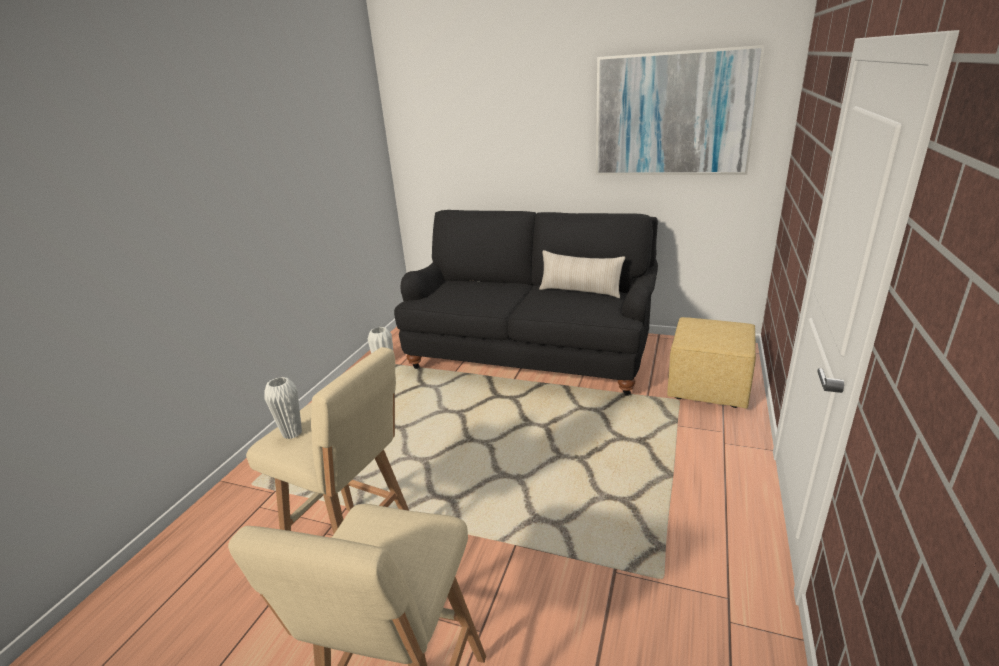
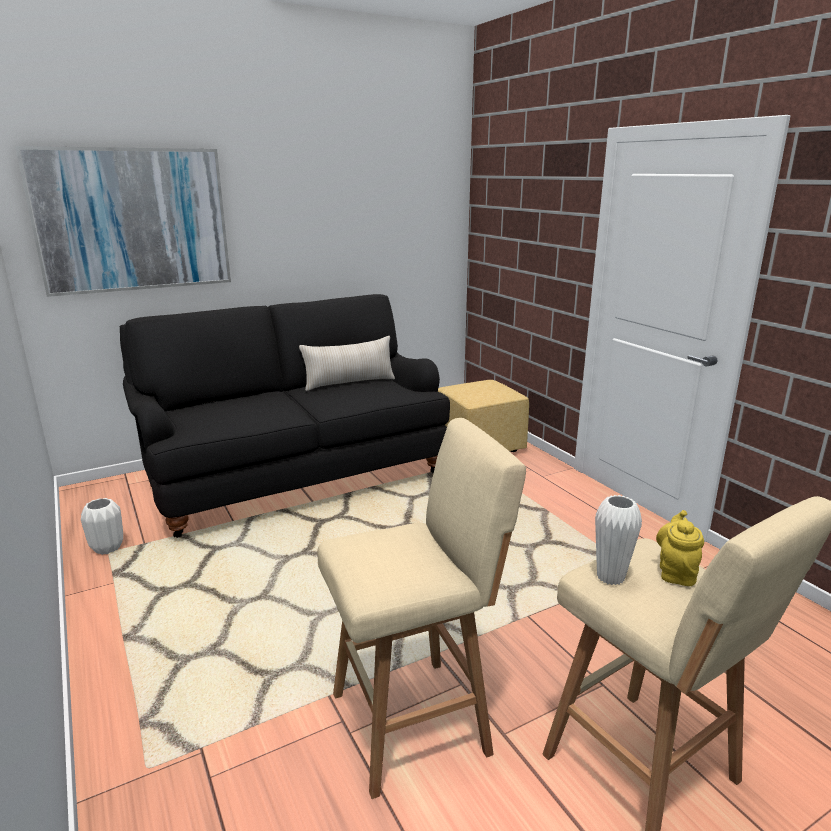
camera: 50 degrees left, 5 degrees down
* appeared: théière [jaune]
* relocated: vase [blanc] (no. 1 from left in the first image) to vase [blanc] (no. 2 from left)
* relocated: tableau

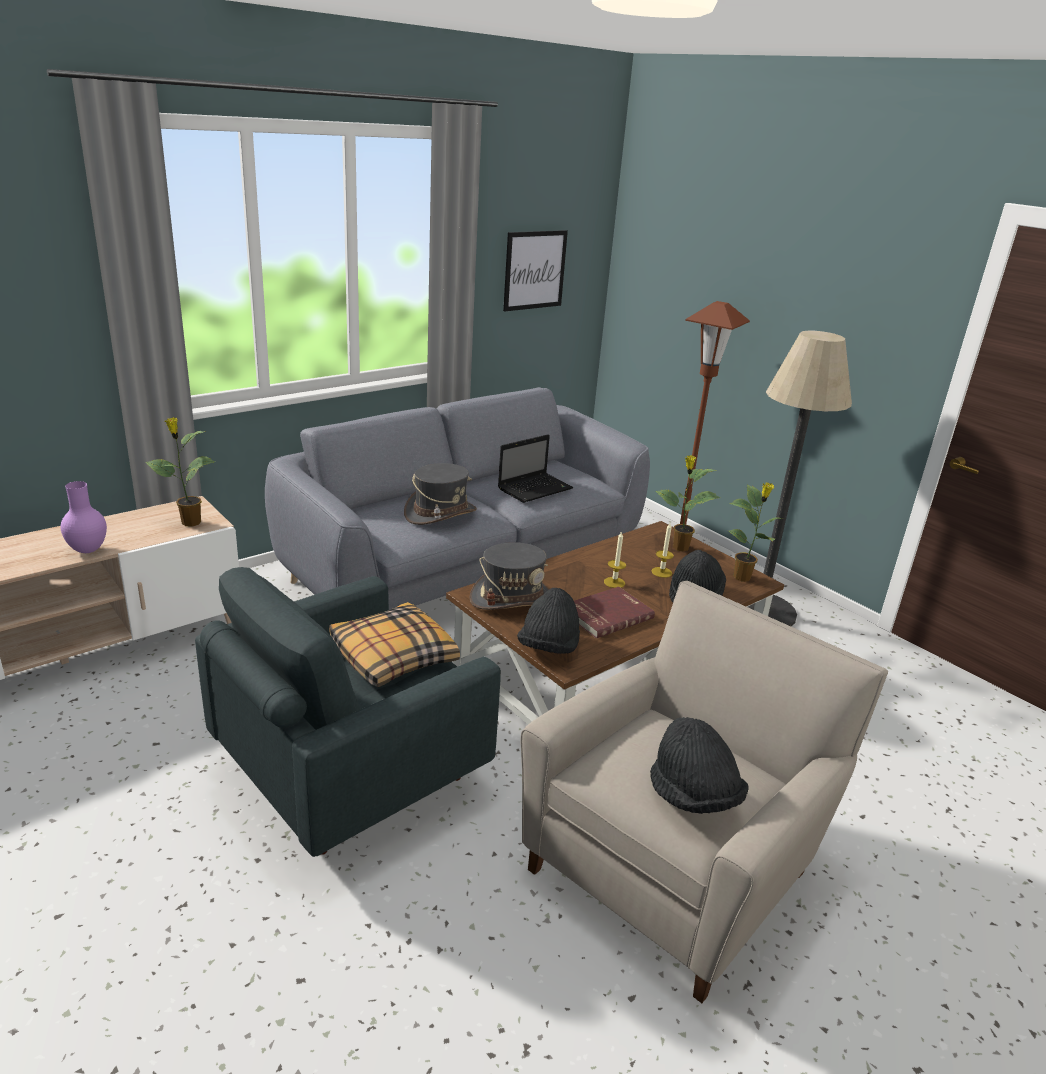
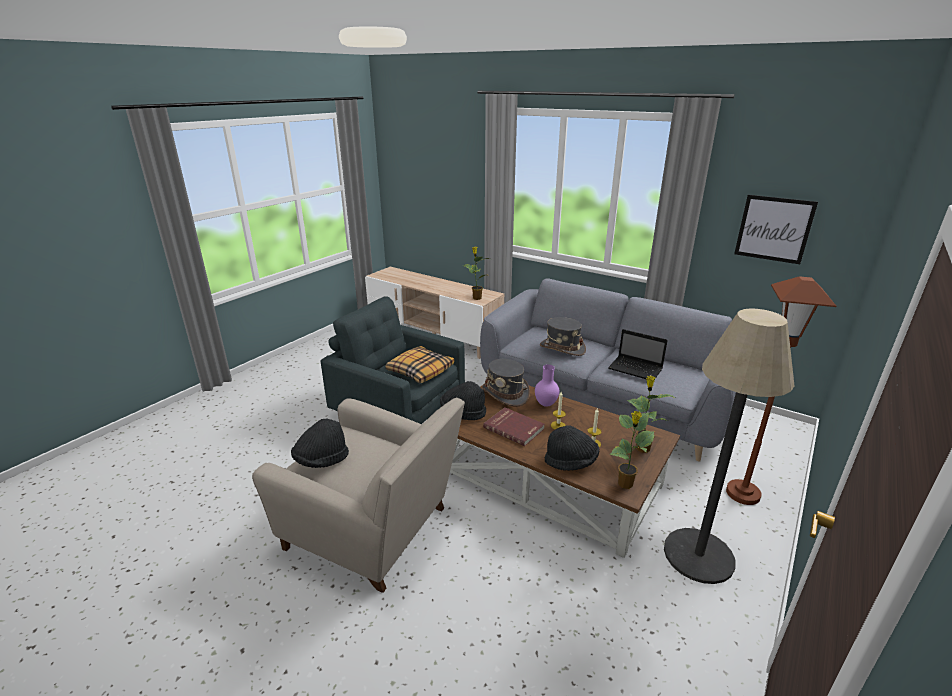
camera: 75 degrees right, 0 degrees up
* relocated: vase [violet]

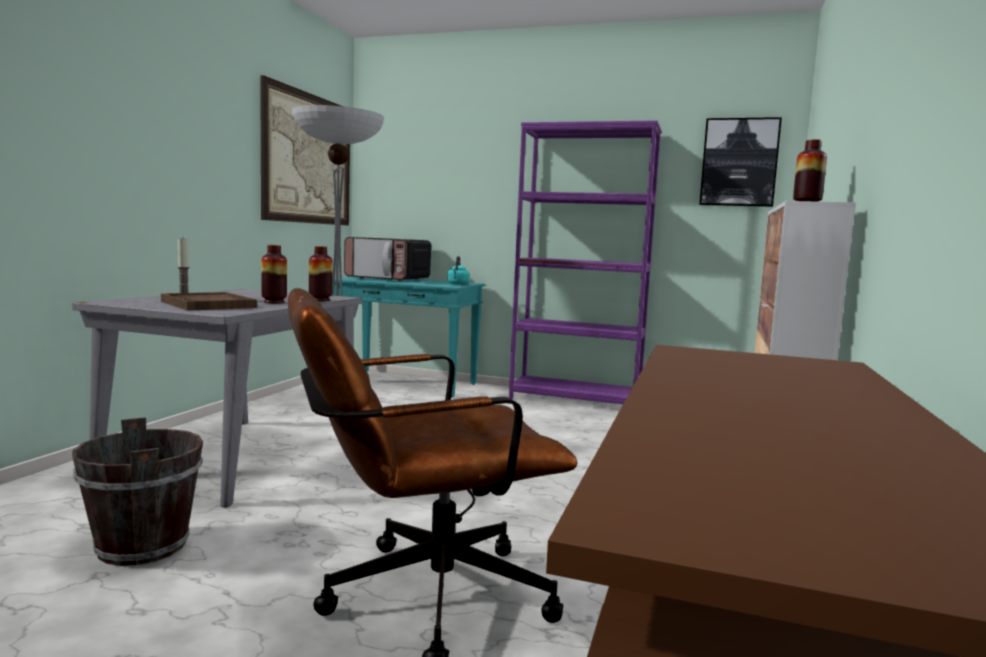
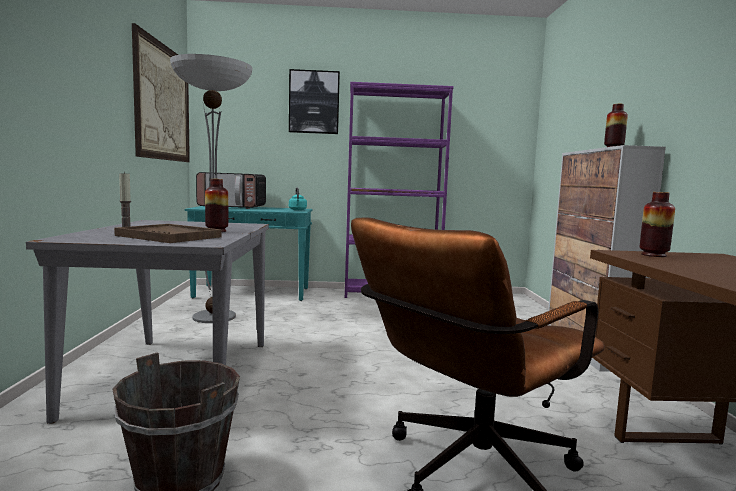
camera: 20 degrees left, 0 degrees up
* relocated: vase (no. 2 from left in the first image) to vase (no. 3 from left)
* relocated: tableau (no. 2 from left)

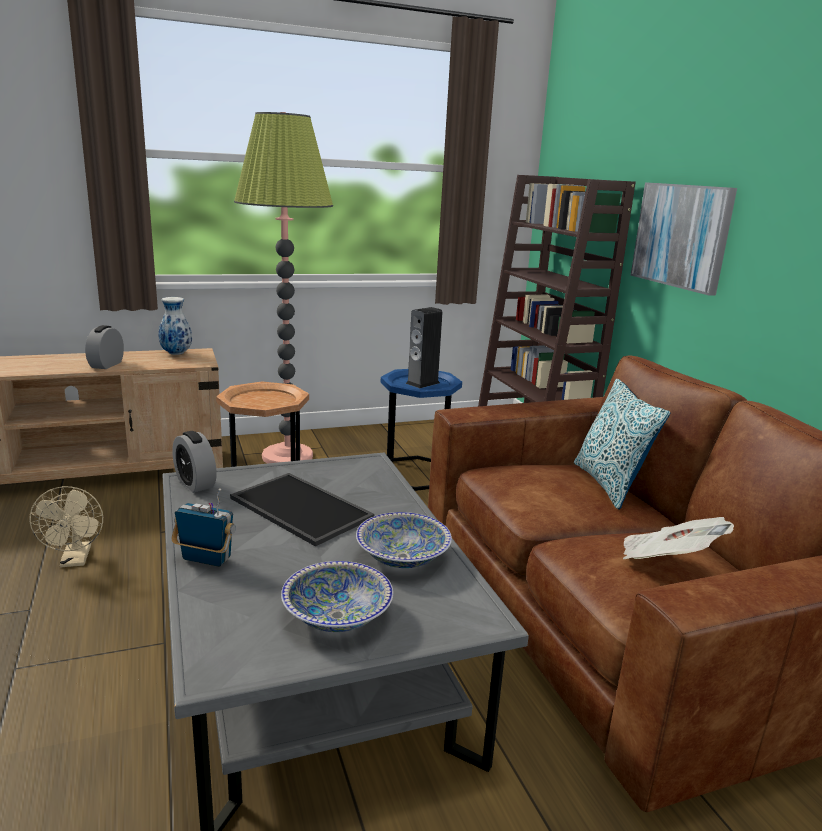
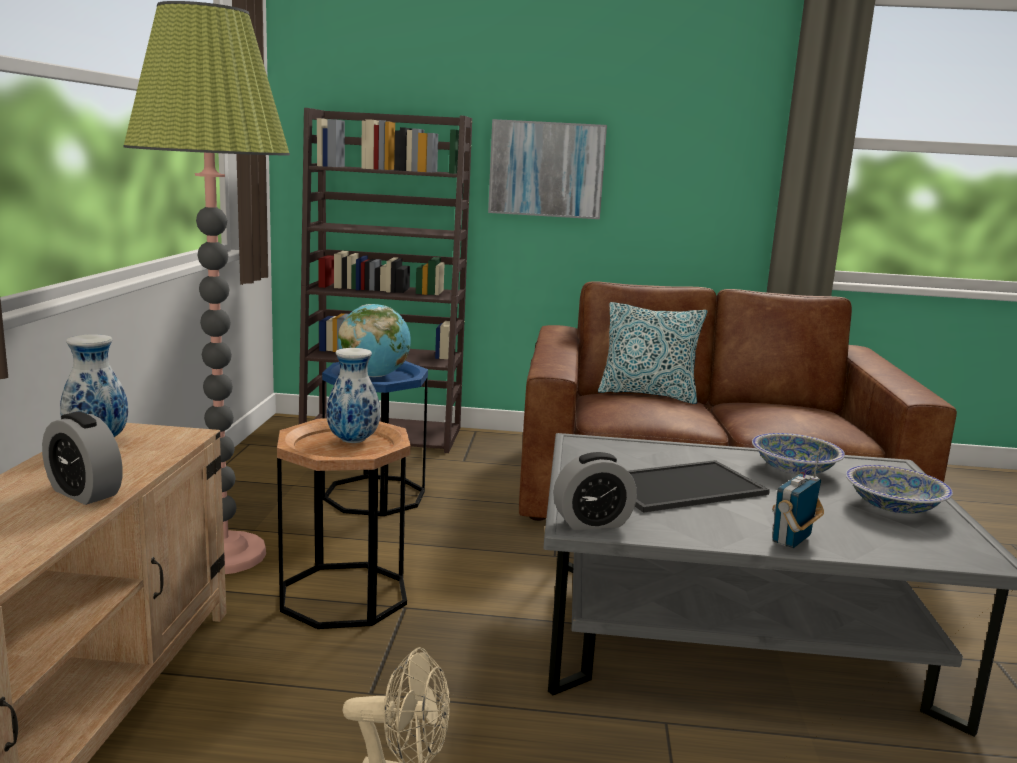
camera: 65 degrees left, 5 degrees down
* missing: journal
* appeared: vase (no. 2 from left)
* exchanged: enceinte to globe

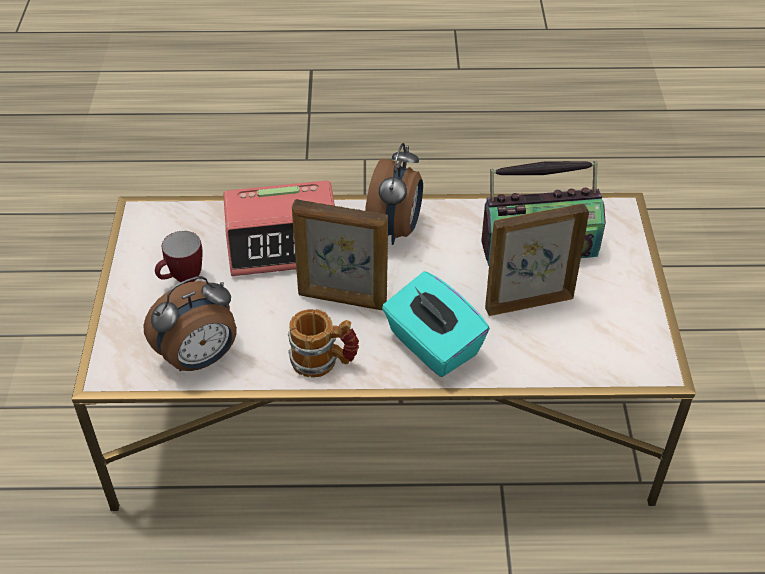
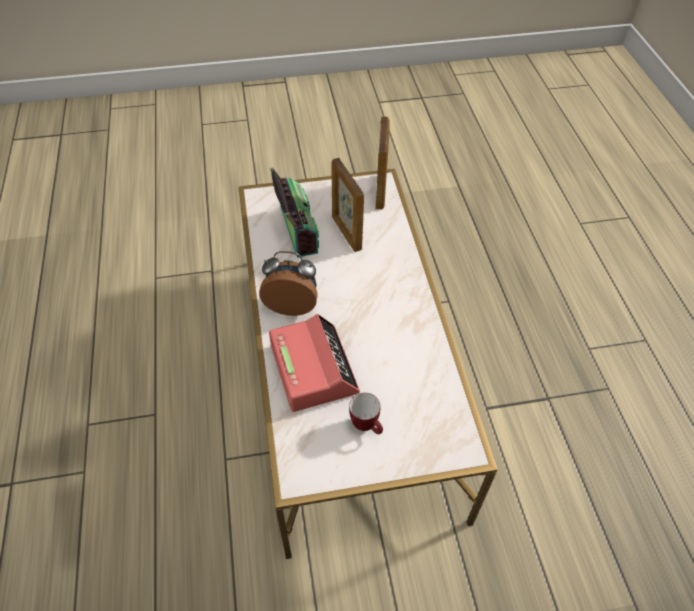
camera: 100 degrees left, 5 degrees up
* missing: réveil (no. 1 from left)
* missing: mug (no. 2 from left)
* missing: boîte à mouchoirs [turquoise]
* relocated: cadre photo (no. 1 from left in the first image) to cadre photo (no. 2 from left)

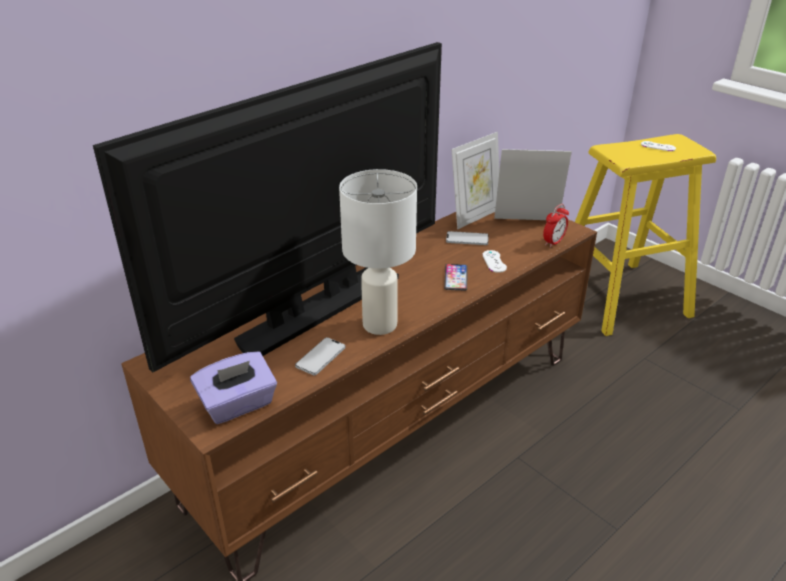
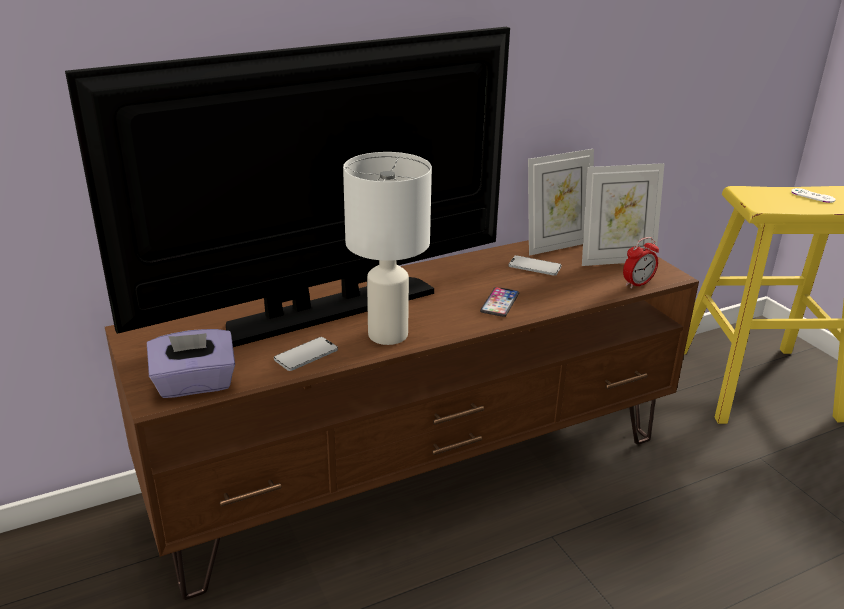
camera: 15 degrees right, 5 degrees down
* missing: manette [blanc] (no. 1 from left)
* spun: cadre photo (no. 2 from left) 150 degrees clockwise

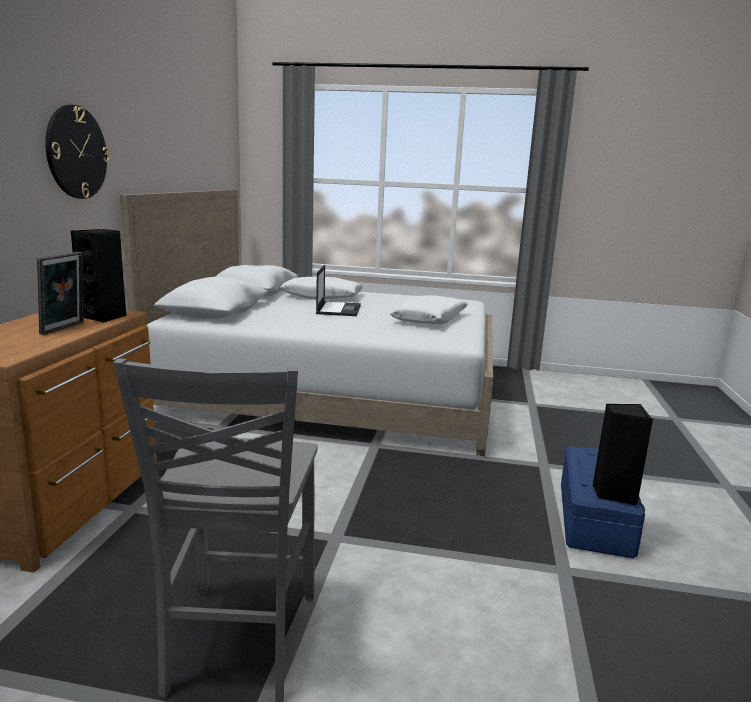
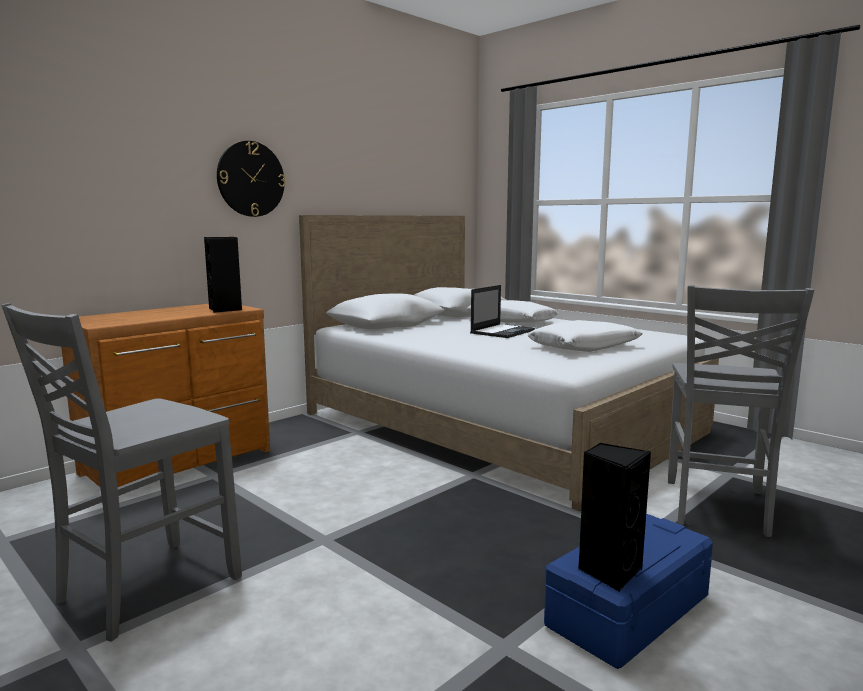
camera: 35 degrees right, 5 degrees down
* missing: cadre photo
* appeared: chaise [gris] (no. 2 from left)

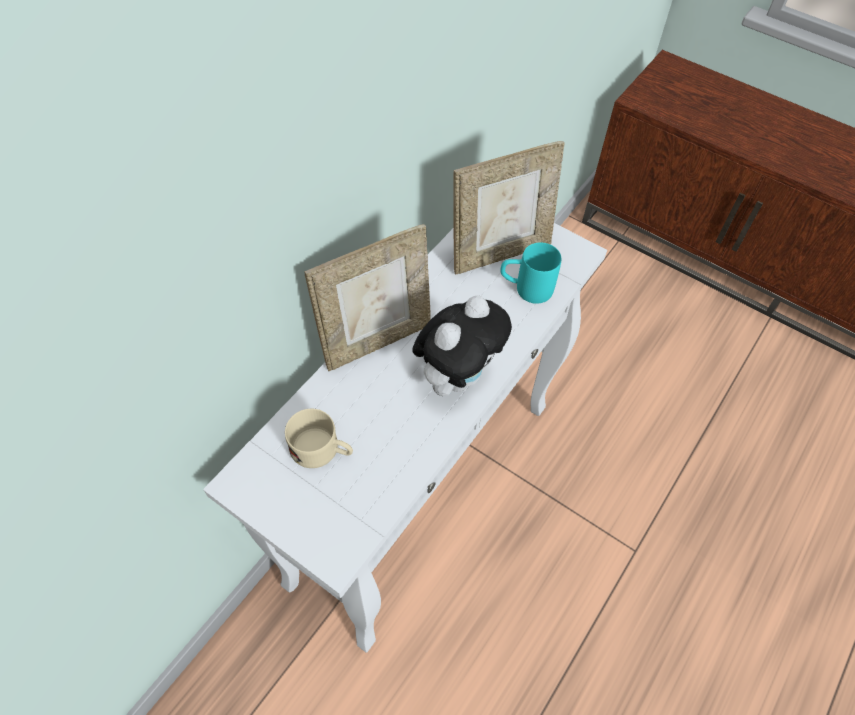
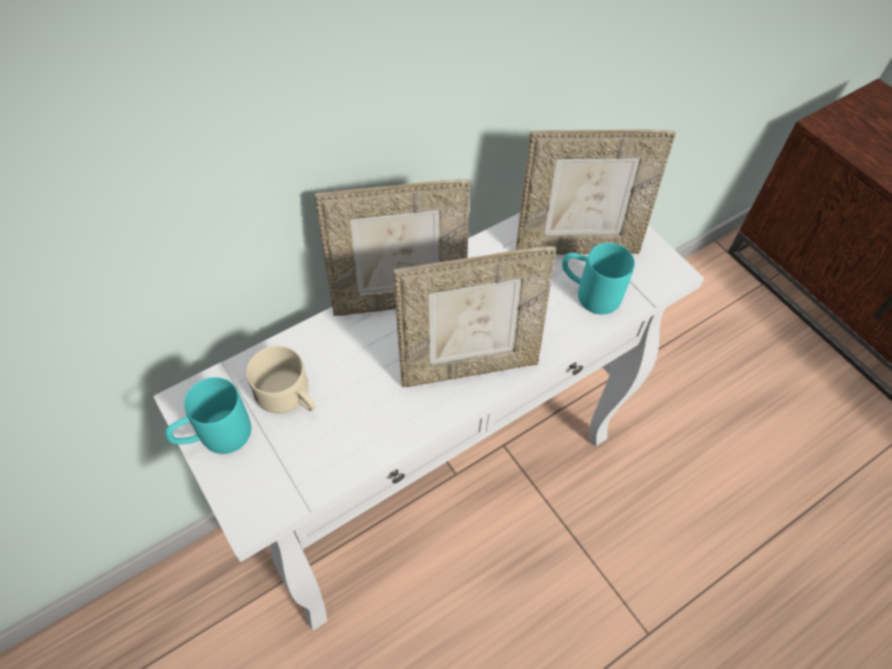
camera: 20 degrees right, 0 degrees up
* appeared: mug [turquoise] (no. 1 from left)
* exchanged: peluche to cadre photo (no. 2 from left)

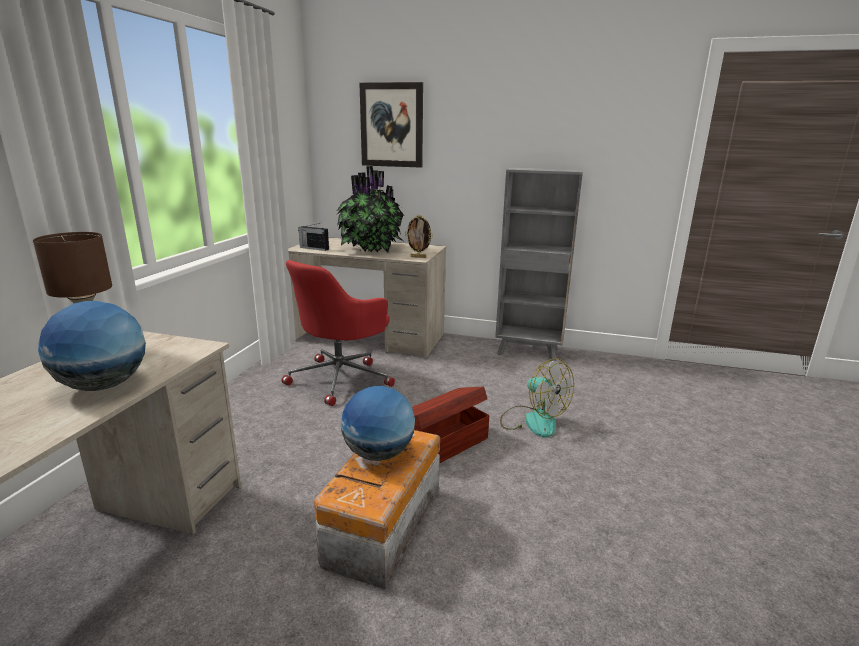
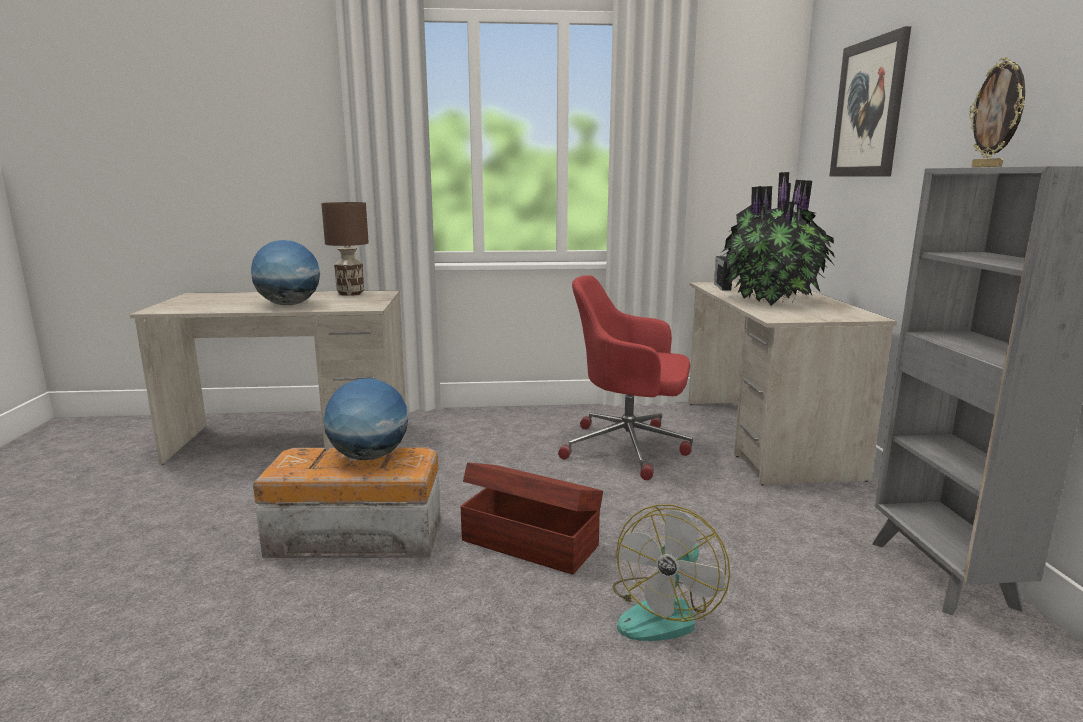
camera: 70 degrees right, 5 degrees down
* relocated: cadre photo

